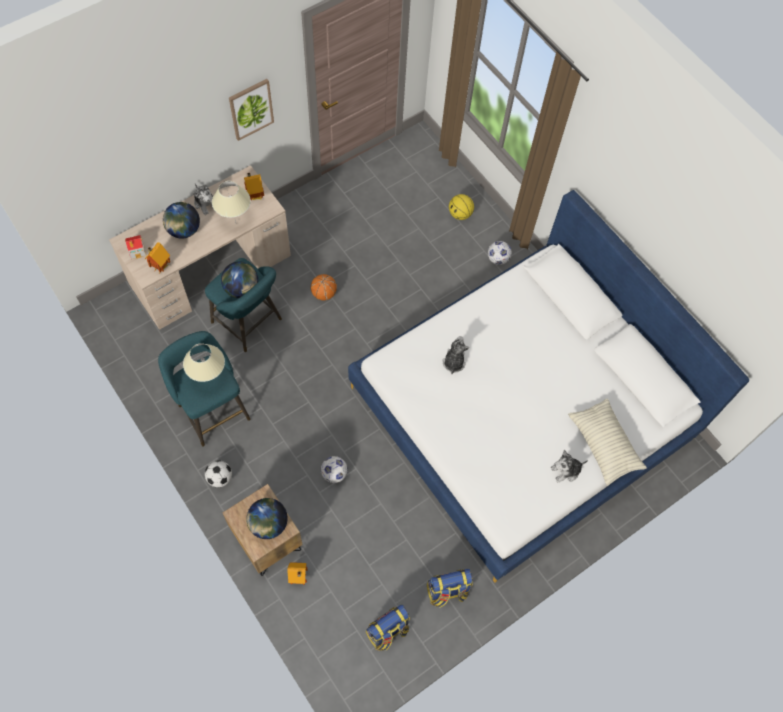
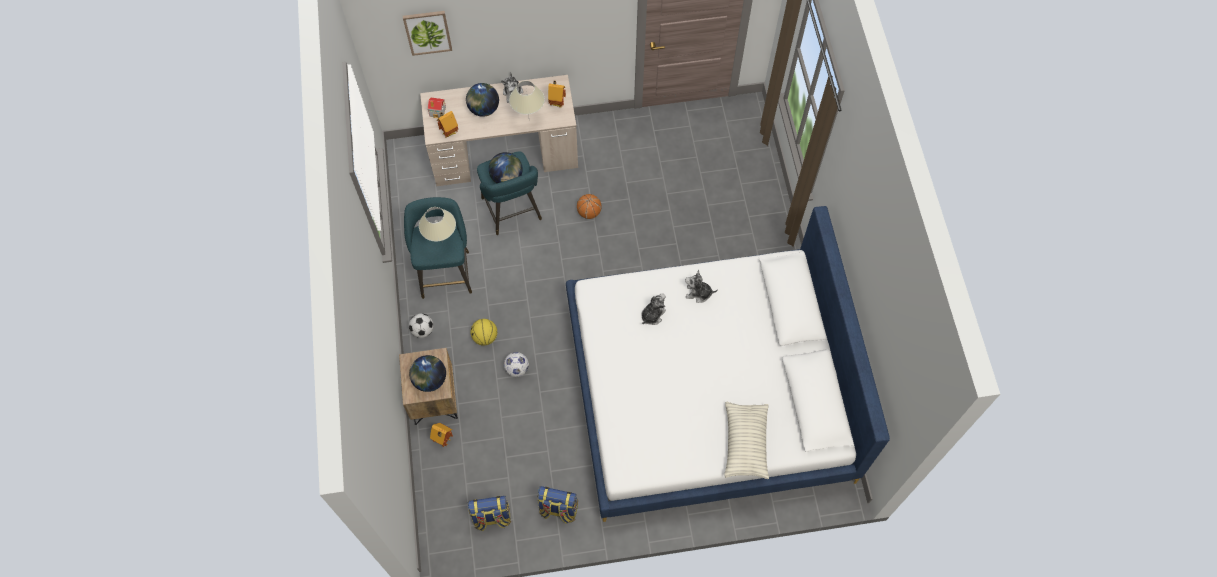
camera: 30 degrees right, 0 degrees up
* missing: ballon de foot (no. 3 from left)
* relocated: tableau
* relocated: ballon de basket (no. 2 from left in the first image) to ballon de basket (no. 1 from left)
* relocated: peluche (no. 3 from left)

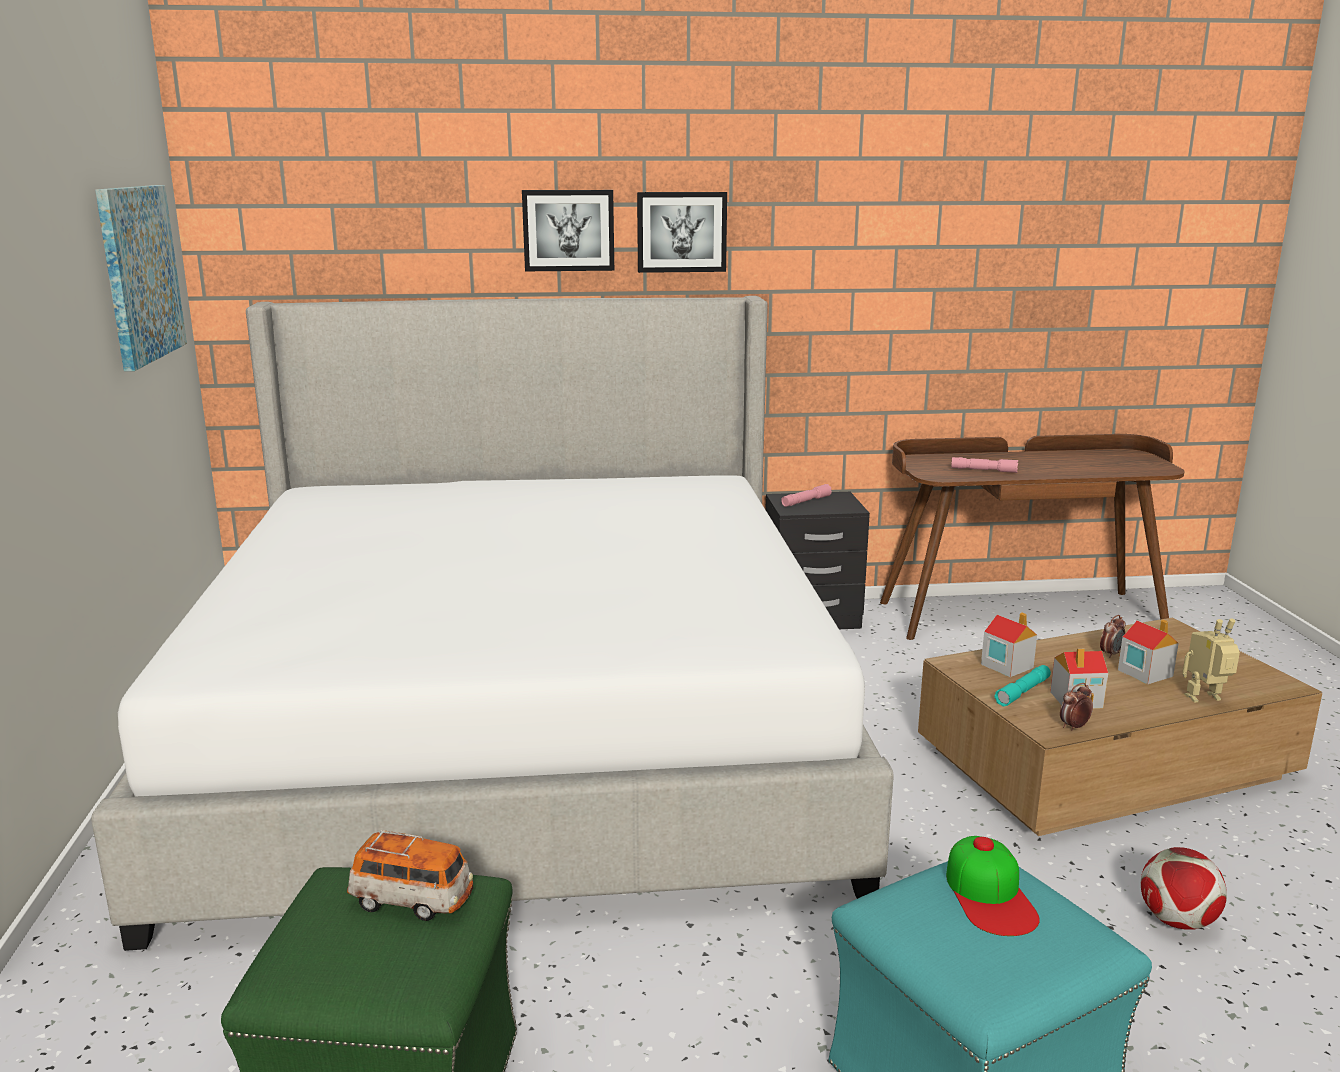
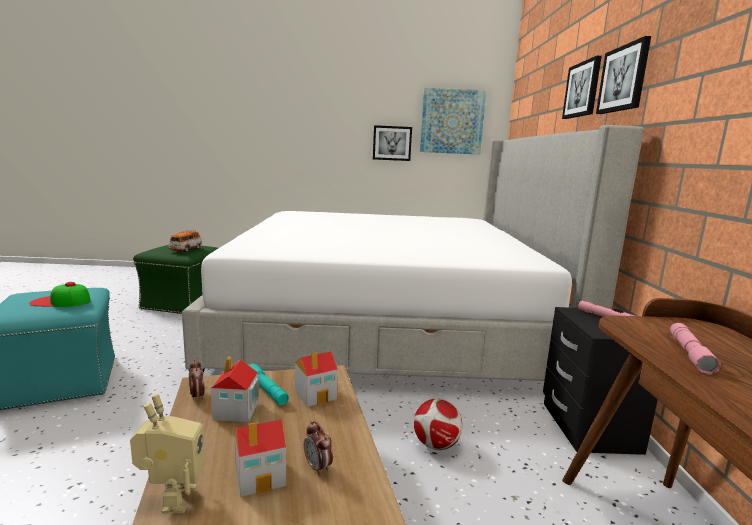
camera: 95 degrees right, 5 degrees down
* appeared: tableau (no. 1 from left)
* relocated: ballon de foot

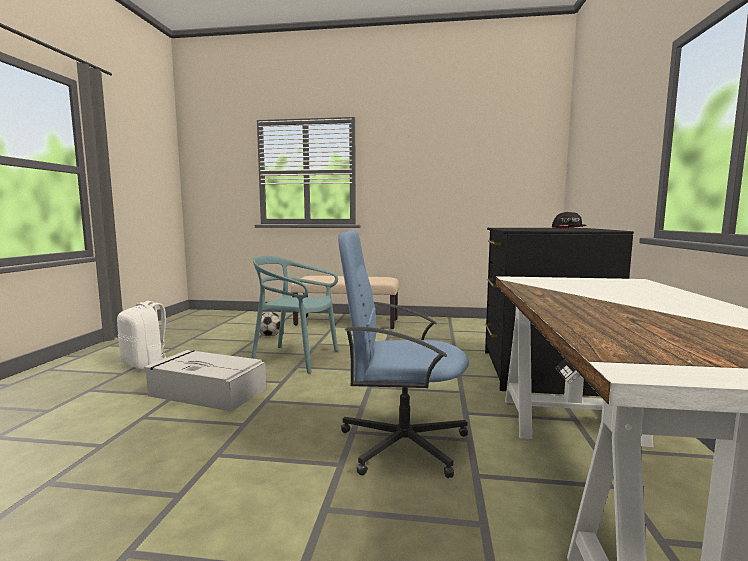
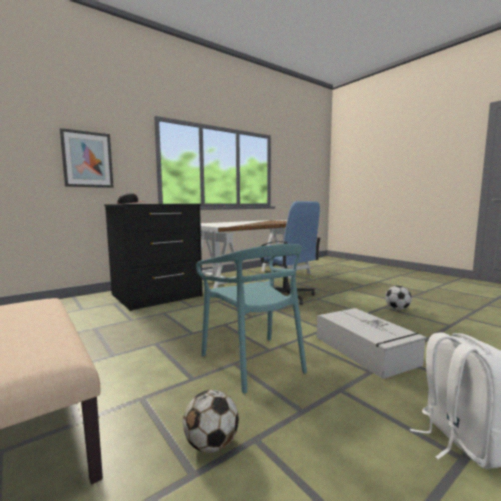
camera: 135 degrees left, 0 degrees up
* appeared: tableau
* appeared: ballon de foot (no. 2 from left)

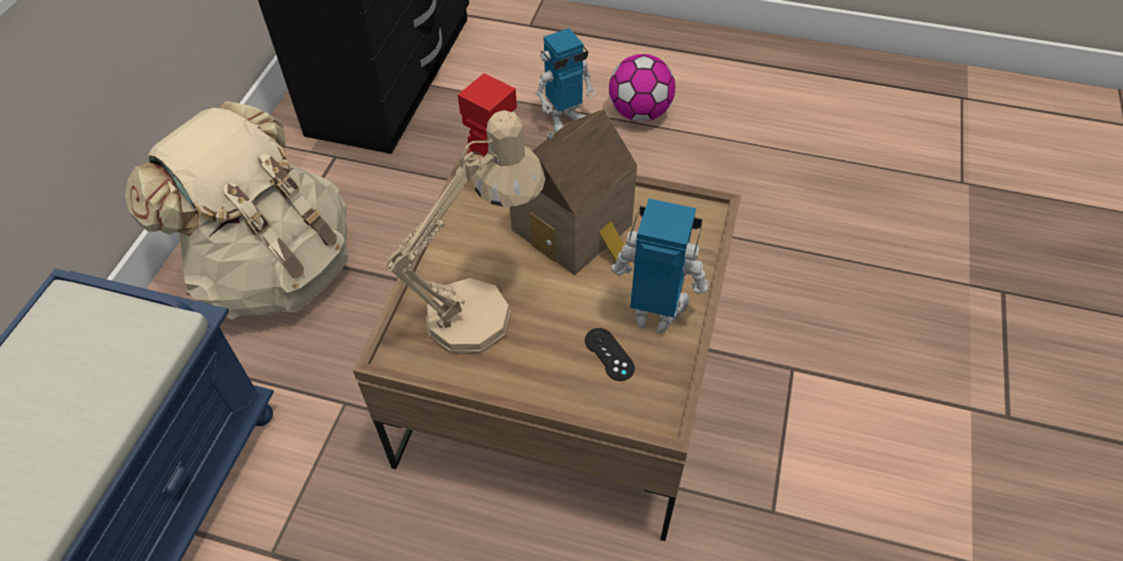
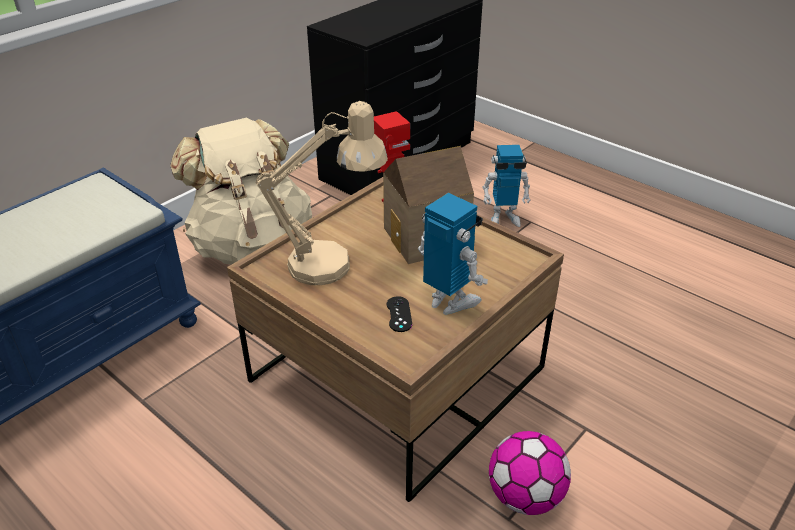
camera: 25 degrees right, 15 degrees down
* relocated: ballon de foot

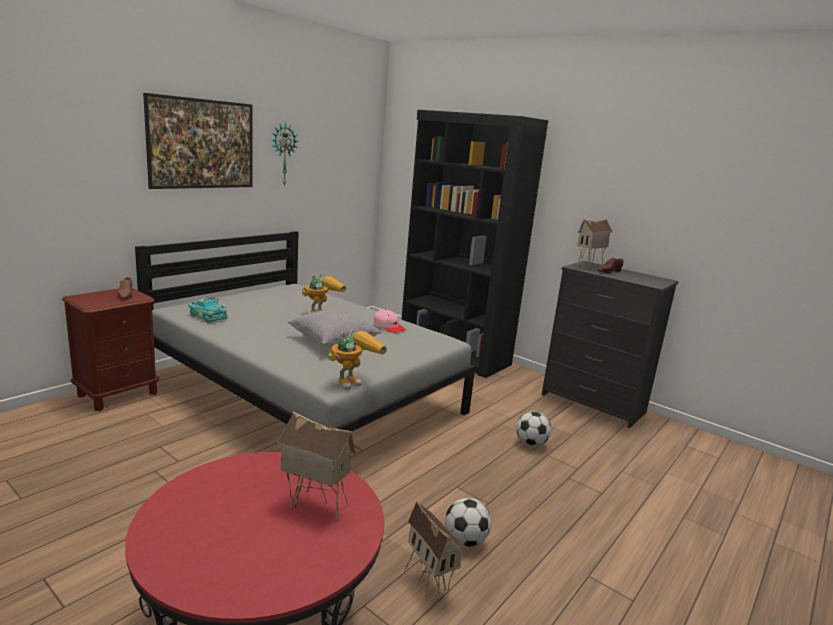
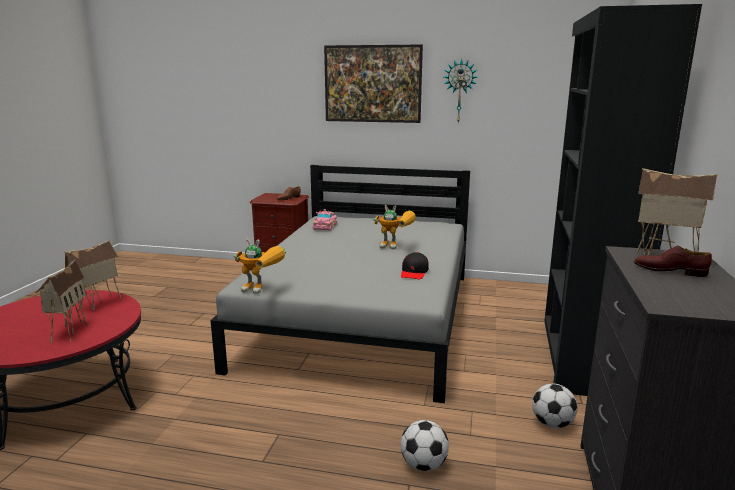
camera: 65 degrees right, 0 degrees up
* missing: coussin [gris]
* relocated: maison miniature (no. 2 from left)
* relocated: ballon de foot (no. 1 from left in the first image) to ballon de foot (no. 2 from left)
* colour: petite voiture [turquoise] to petite voiture [rose]
* colour: casquette [rose] to casquette [noir]

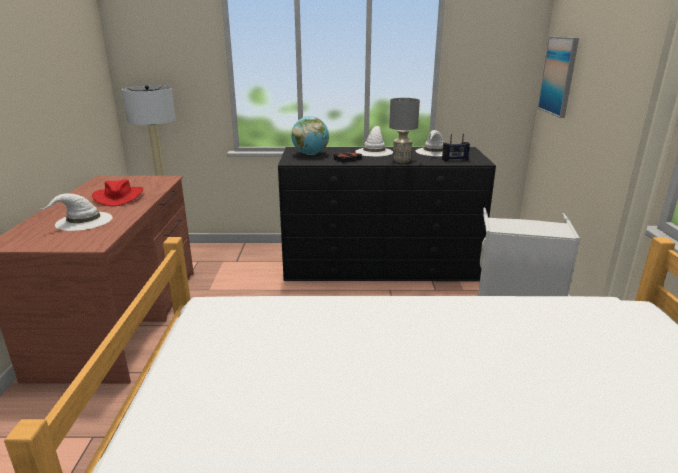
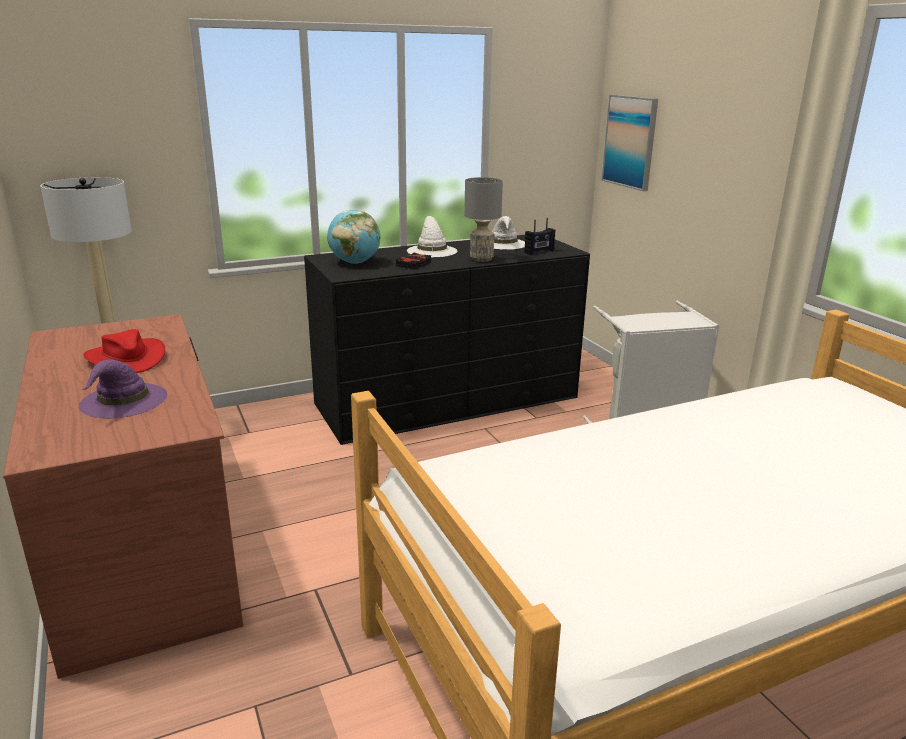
camera: 25 degrees left, 0 degrees up
* colour: chapeau [blanc] (no. 1 from left) to chapeau [violet]

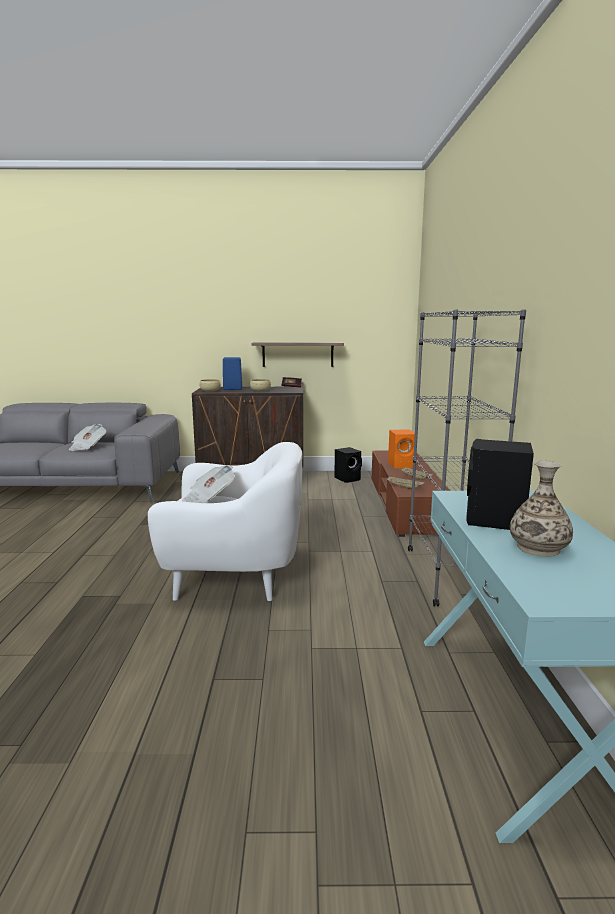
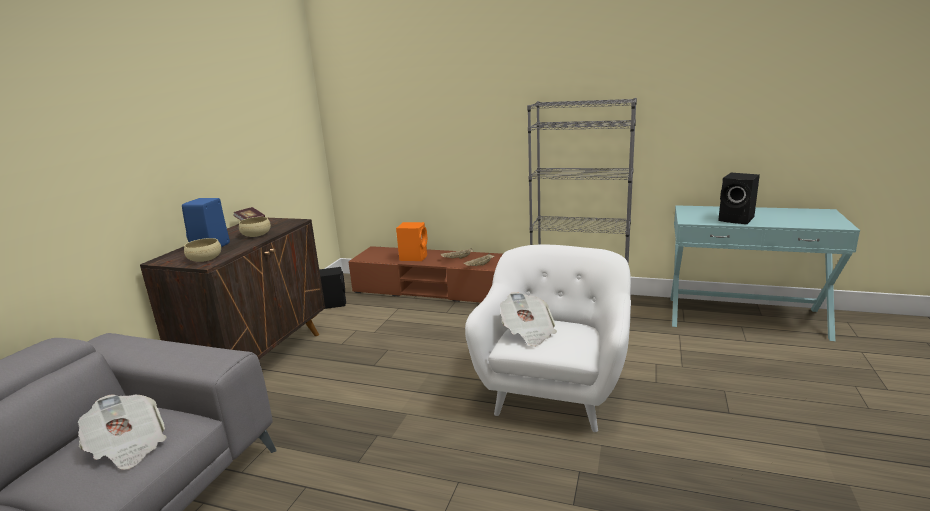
camera: 70 degrees left, 5 degrees up
* missing: étagère
* missing: vase

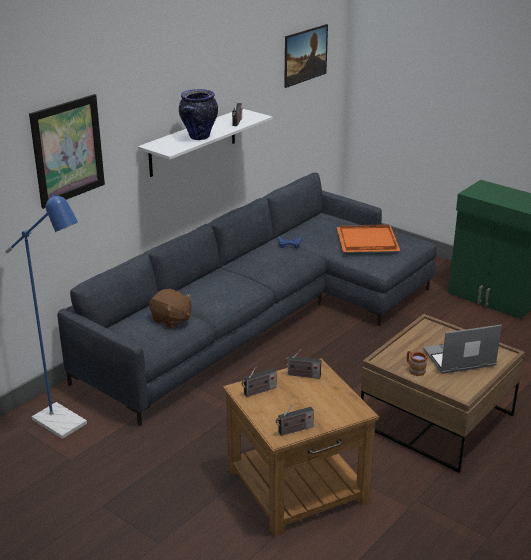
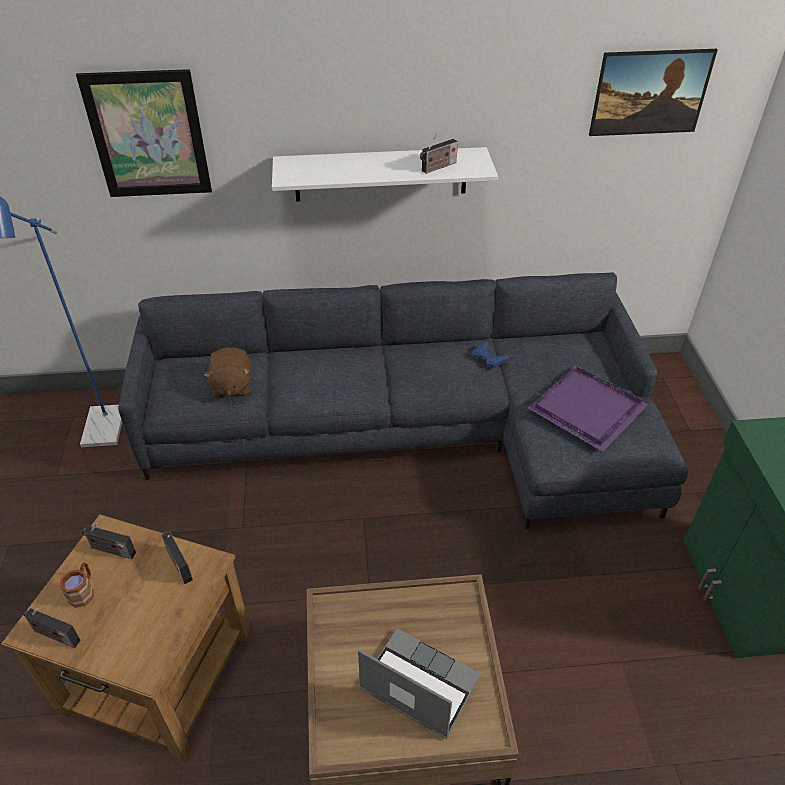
camera: 45 degrees right, 15 degrees up
* missing: vase
* relocated: mug [marron]
* colour: plateau [orange] to plateau [violet]

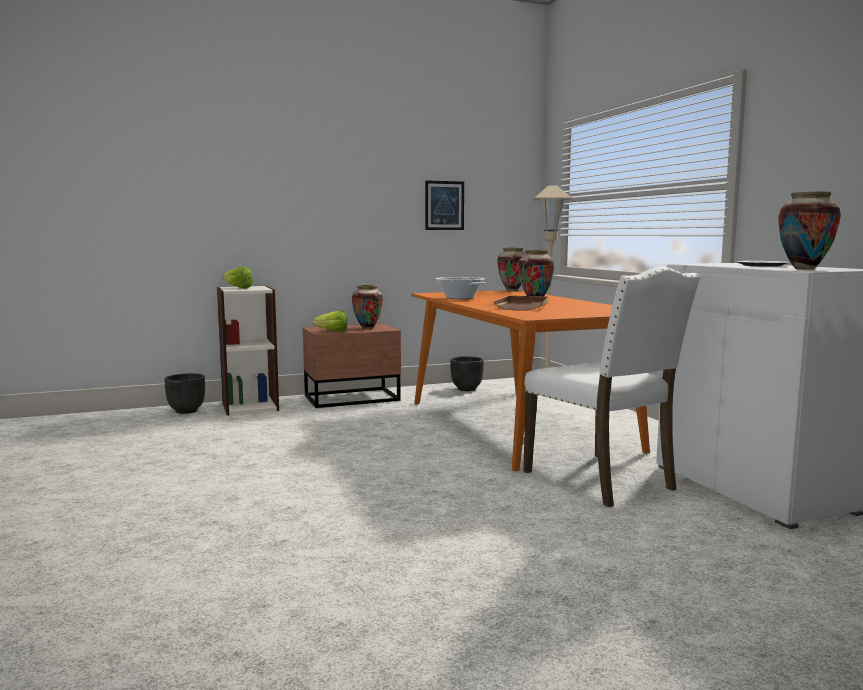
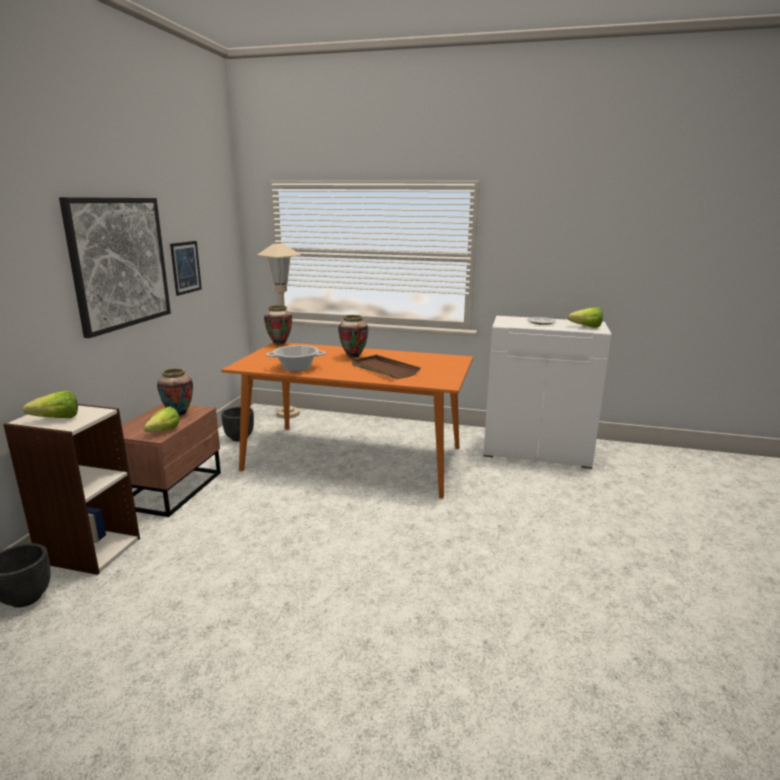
camera: 55 degrees left, 10 degrees up
* missing: chaise [blanc]
* appeared: tableau (no. 1 from left)
* exchanged: vase (no. 4 from left) to laitue (no. 3 from left)

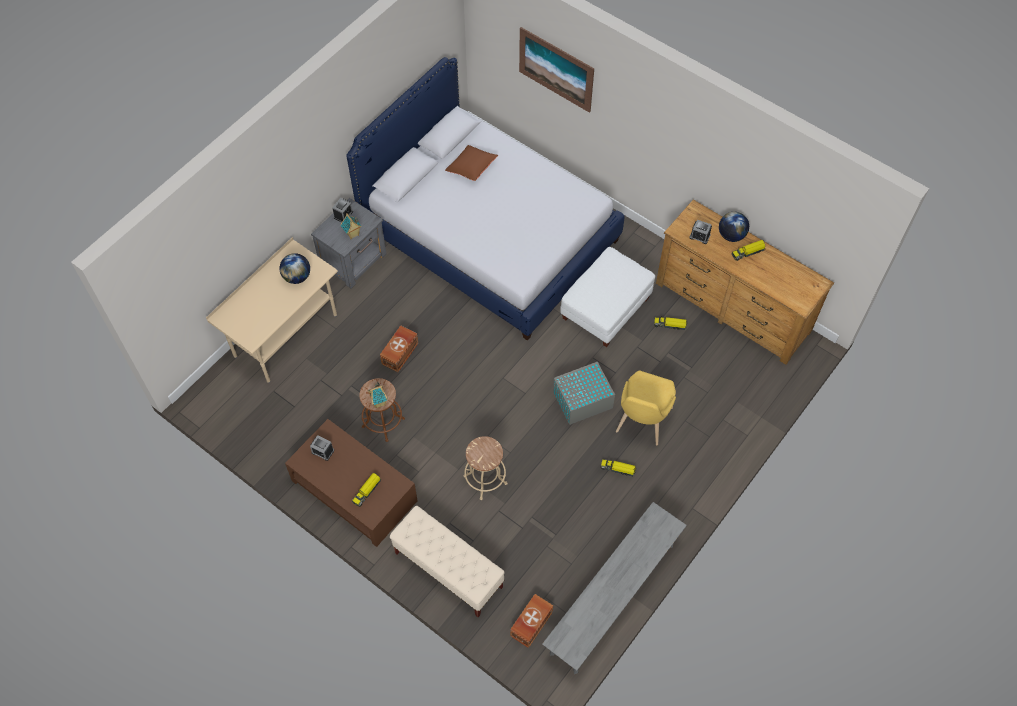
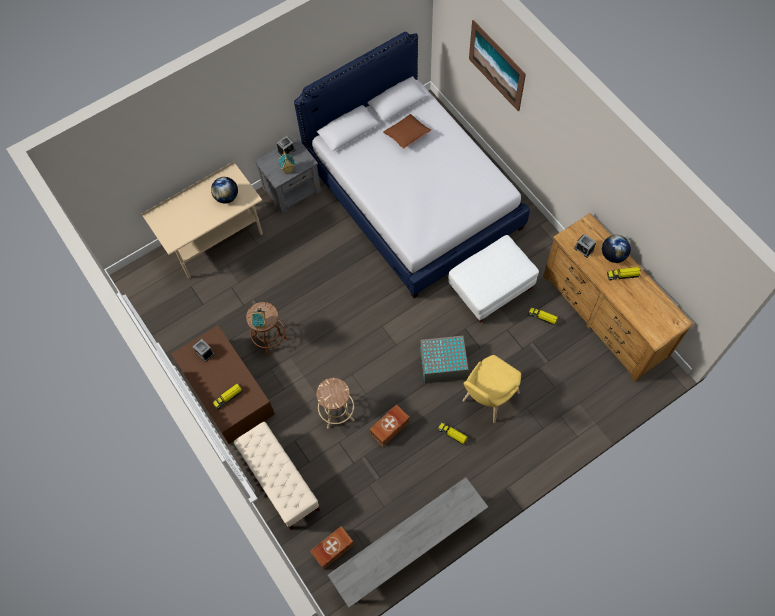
camera: 20 degrees right, 5 degrees up
* relocated: boîte de rangement [marron] (no. 1 from left in the first image) to boîte de rangement [marron] (no. 2 from left)

